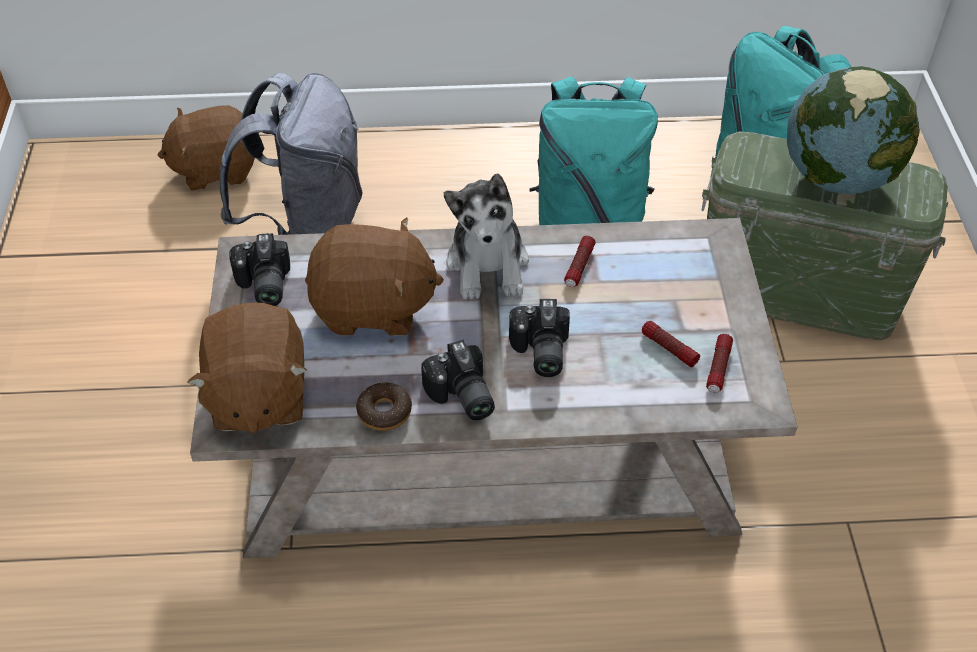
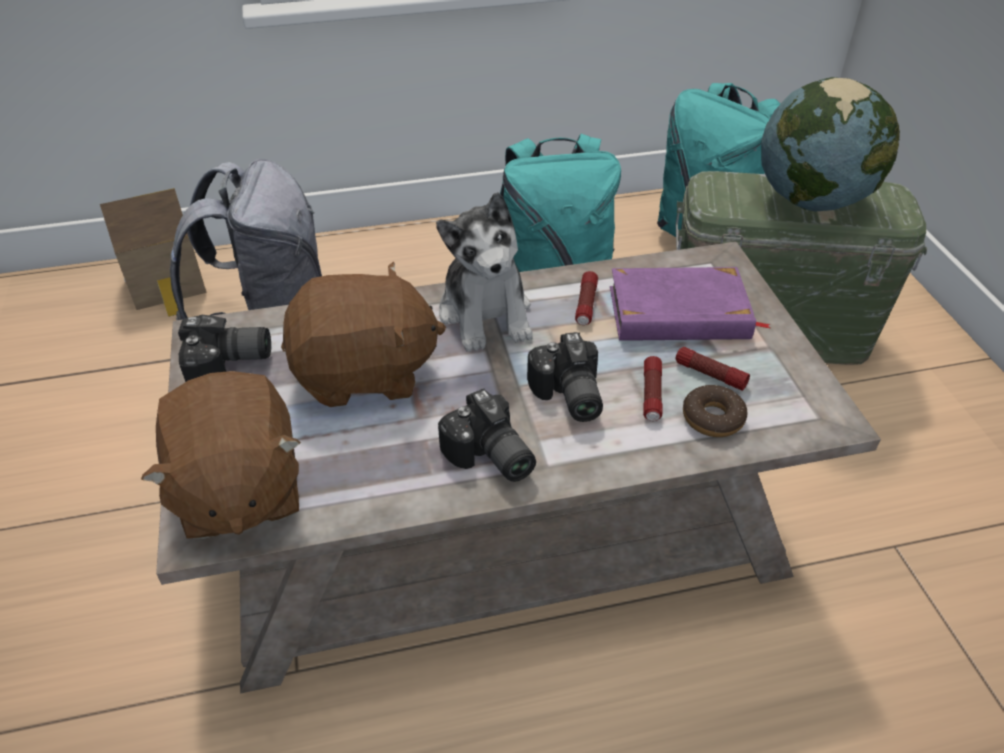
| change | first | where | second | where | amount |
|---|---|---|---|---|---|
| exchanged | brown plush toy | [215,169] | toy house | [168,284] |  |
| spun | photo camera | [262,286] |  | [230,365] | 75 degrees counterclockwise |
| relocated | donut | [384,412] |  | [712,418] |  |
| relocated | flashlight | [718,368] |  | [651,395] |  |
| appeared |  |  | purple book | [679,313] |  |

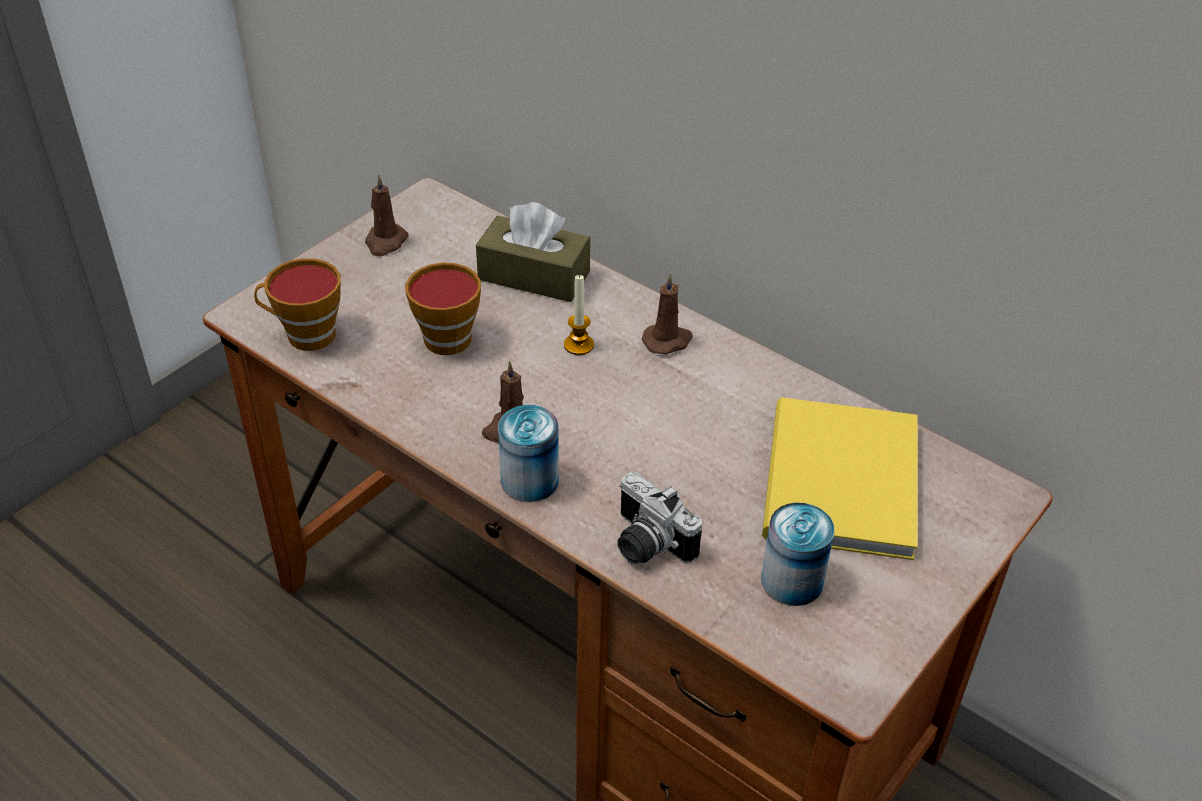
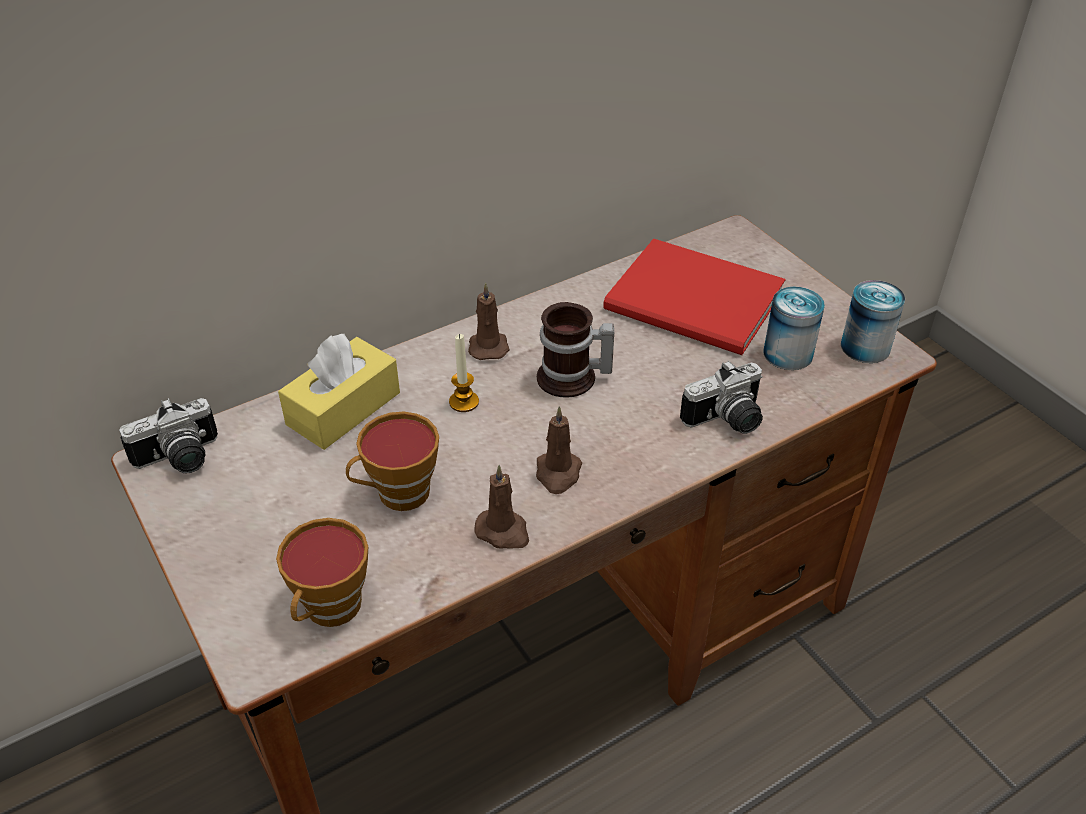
| change | first | where | second | where | amount |
|---|---|---|---|---|---|
| relocated | brown candle | [385,242] |  | [503,531] |  |
| colour | brown tissue box | [534,275] | yellow tissue box | [343,408] |  |
| relocated | can | [529,480] |  | [865,347] |  |
| colour | yellow book | [835,484] | red book | [697,304] |  |
| appeared |  |  | photo camera | [180,460] |  |
| appeared |  |  | mug | [572,380] |  |

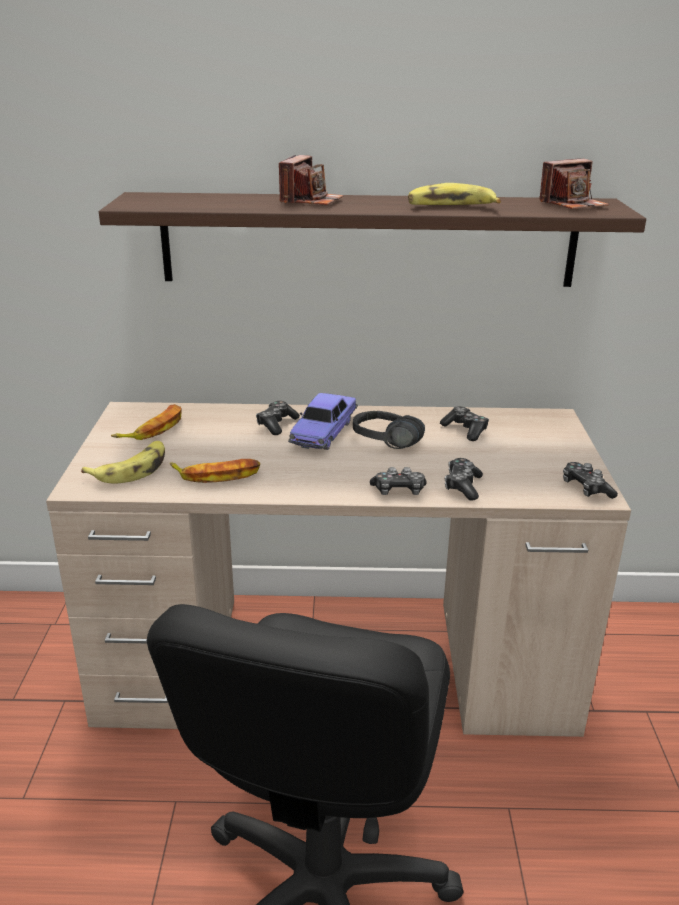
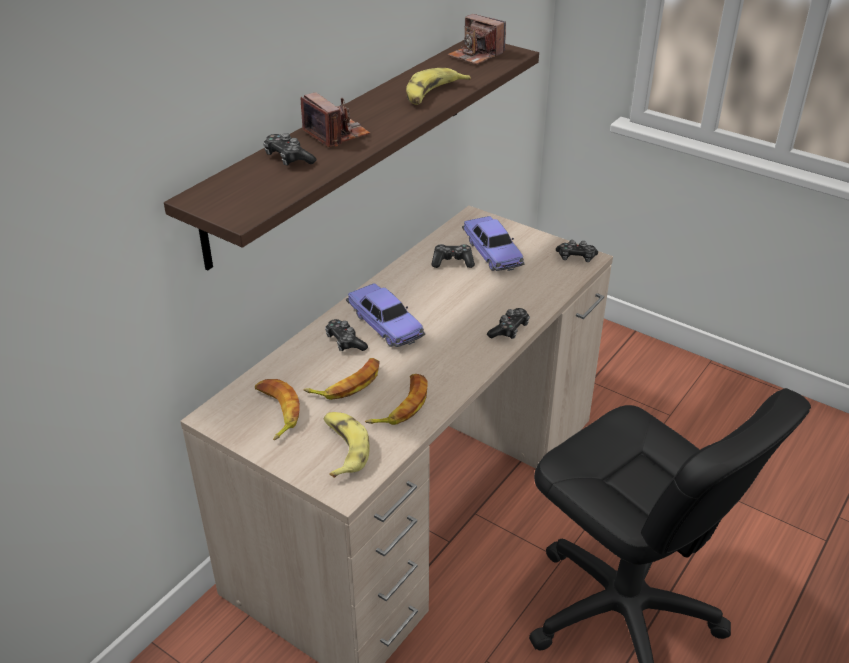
| change | first | where | second | where | amount |
|---|---|---|---|---|---|
| missing | black headphones | [382,445] |  |  |  |
| relocated | game controller | [462,486] |  | [288,158] |  |
| spun | photo camera | [573,204] |  | [476,55] | 120 degrees clockwise |
| appeared |  |  | banana | [347,383] |  |
| appeared |  |  | toy car | [492,252] |  |

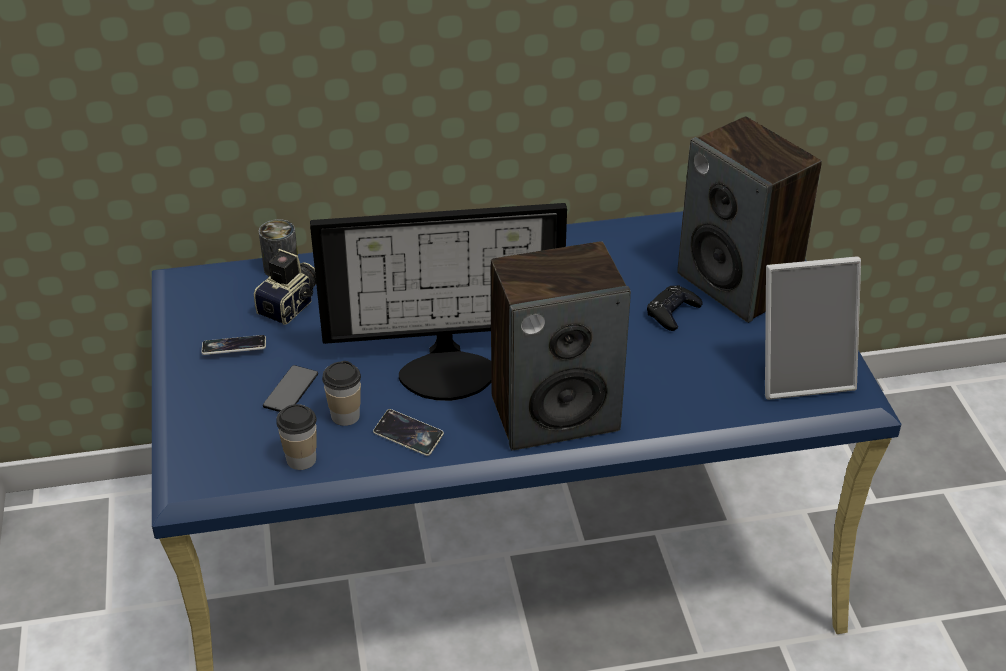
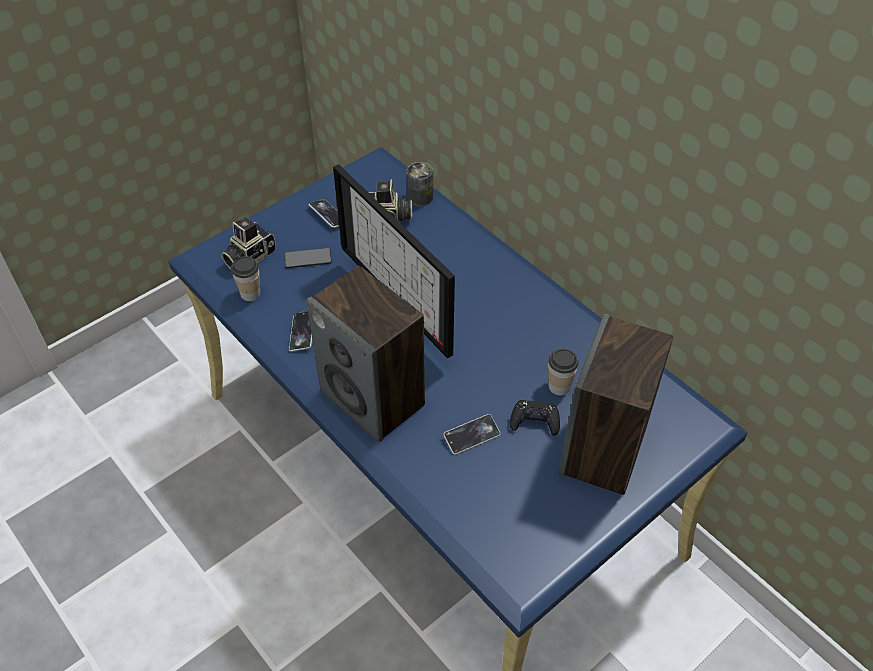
| change | first | where | second | where | amount |
|---|---|---|---|---|---|
| relocated | cup | [345,416] |  | [559,386] |  |
| missing | picture frame | [802,373] |  |  |  |
| appeared |  |  | photo camera | [248,256] |  |
| appeared |  |  | phone | [471,436] |  |

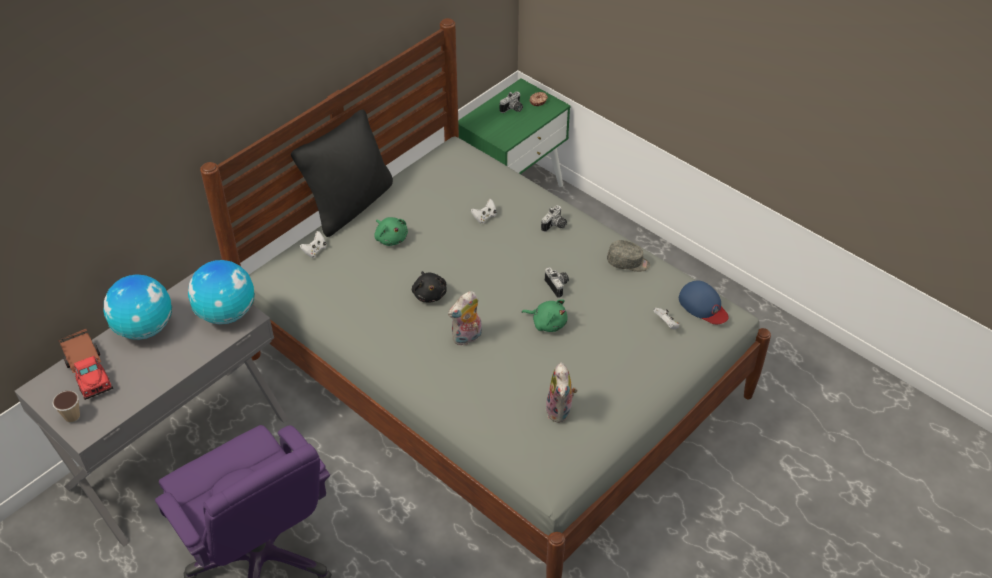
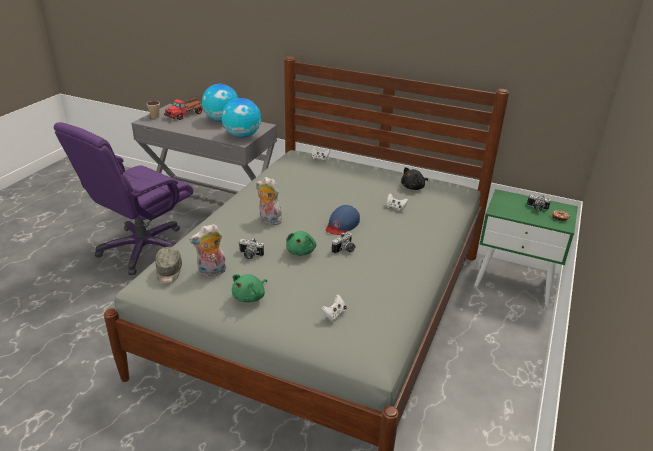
| change | first | where | second | where | amount |
|---|---|---|---|---|---|
| missing | black pillow | [349,204] |  |  |  |
| relocated | green plush toy | [391,238] |  | [250,297] |  |
| relocated | black plush toy | [429,294] |  | [413,187] |  |
| relocated | photo camera | [555,226] |  | [249,255] |  |
| relocated | grey cap | [628,263] |  | [169,272] |  |
| relocated | blue cap | [703,306] |  | [342,224] |  |

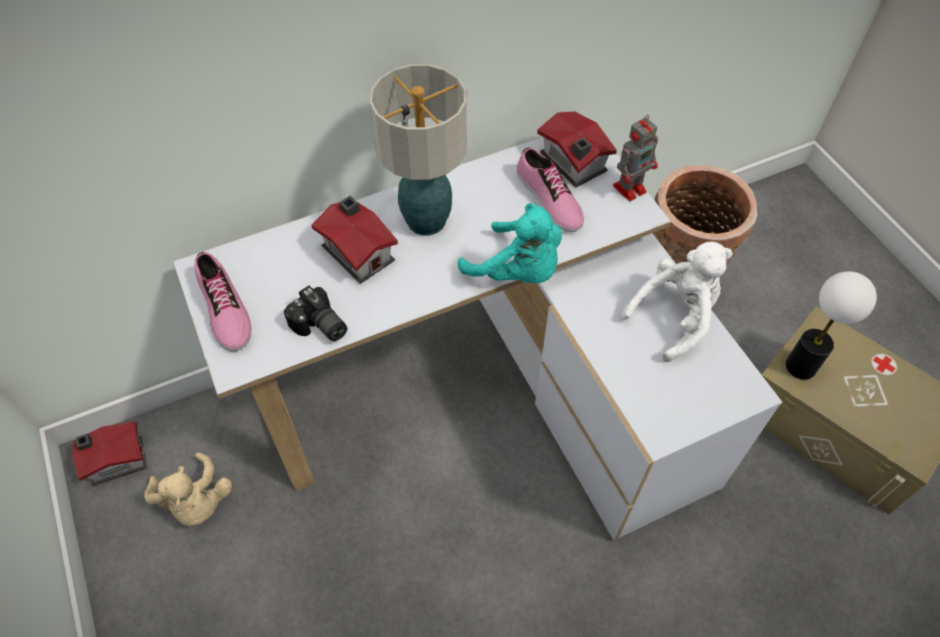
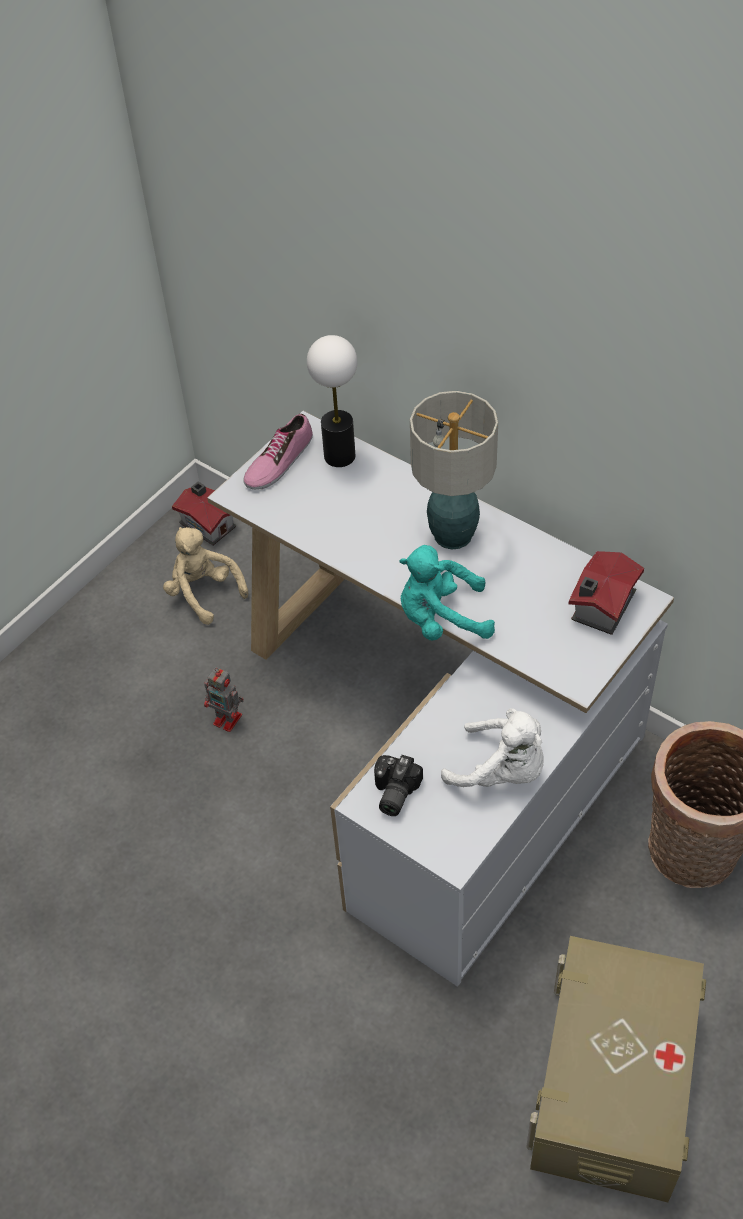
| change | first | where | second | where | amount |
|---|---|---|---|---|---|
| spun | beige plush toy | [196,502] |  | [203,593] | 105 degrees clockwise |
| relocated | photo camera | [319,327] |  | [392,793] |  |
| missing | toy house | [358,252] |  |  |  |
| spun | turquoise plush toy | [517,272] |  | [441,619] | 75 degrees clockwise |
| missing | shoe | [548,199] |  |  |  |
| relocated | toy robot | [630,188] |  | [229,720] |  |
| relocated | table lamp | [801,367] |  | [339,456] |  |

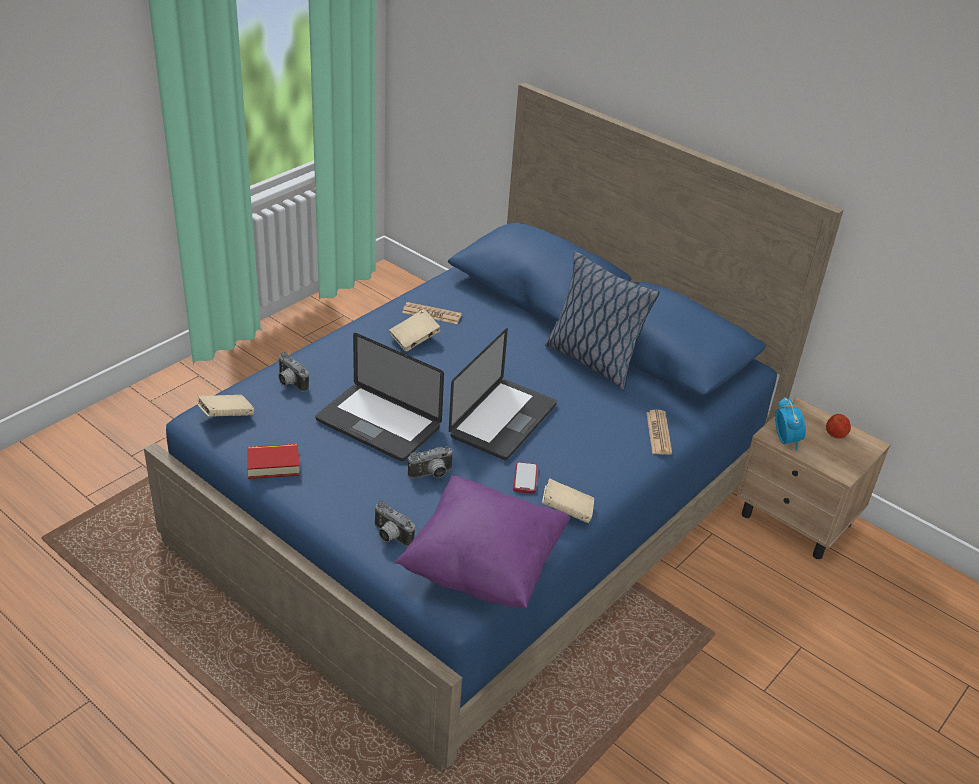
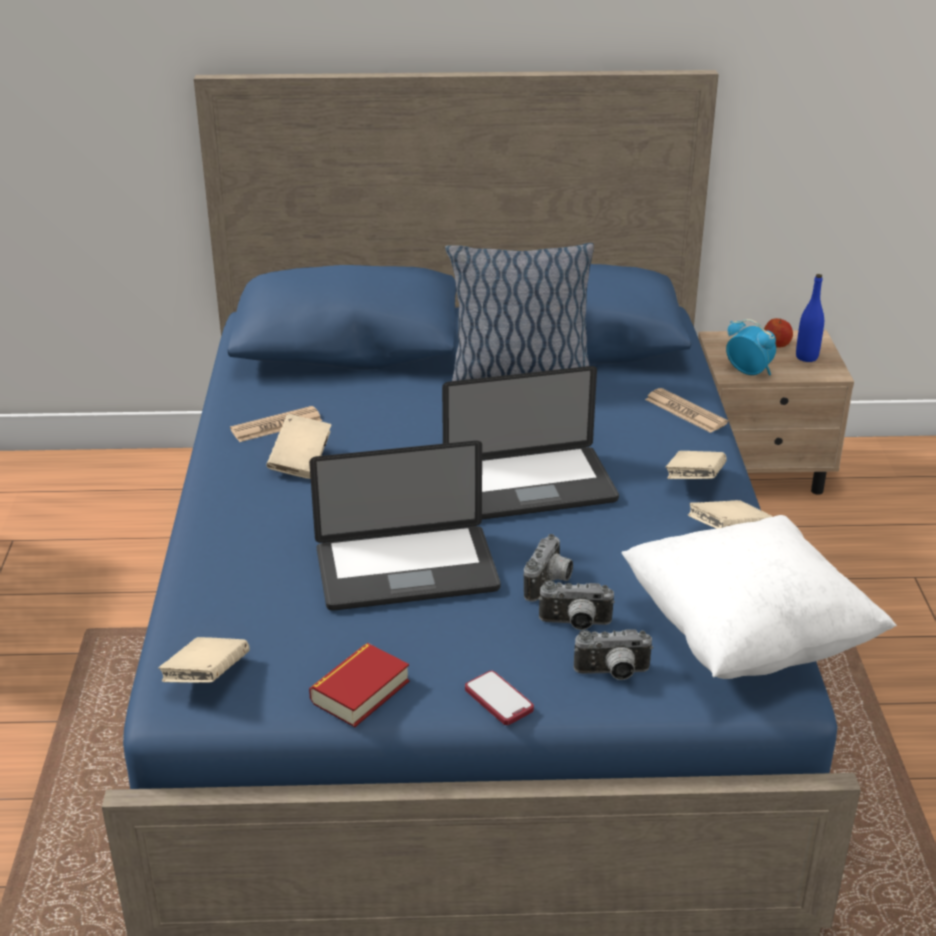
| change | first | where | second | where | amount |
|---|---|---|---|---|---|
| relocated | photo camera | [289,383] |  | [575,624] |  |
| colour | purple pillow | [483,567] | white pillow | [746,636] |  |
| spun | laptop | [503,420] |  | [529,486] | 90 degrees clockwise |
| relocated | phone | [525,479] |  | [499,699] |  |
| appeared |  |  | beige book | [694,481] |  |
| appeared |  |  | blue bottle | [806,357] |  |

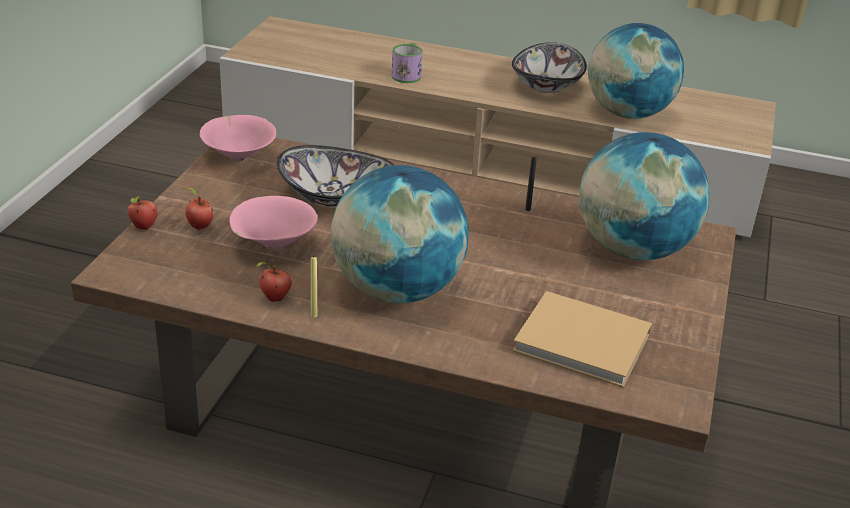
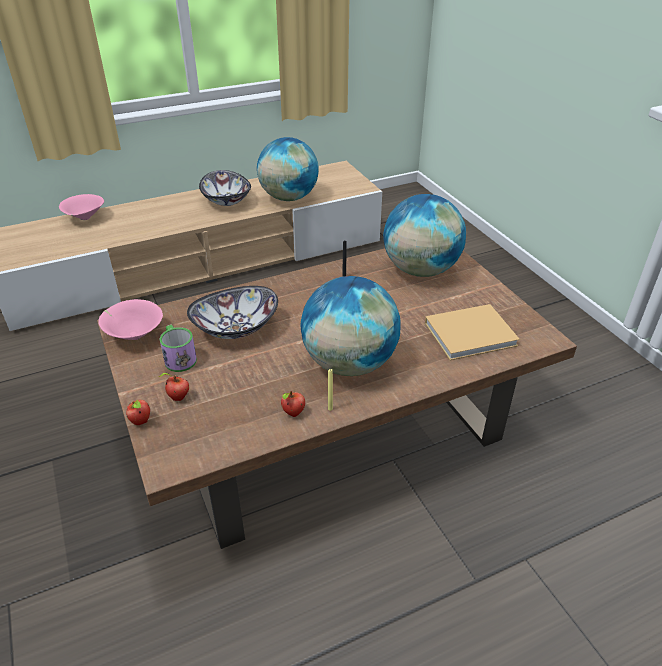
| change | first | where | second | where | amount |
|---|---|---|---|---|---|
| relocated | pink bowl | [272,245] |  | [84,218] |  |
| relocated | mug | [407,74] |  | [178,357] |  |

